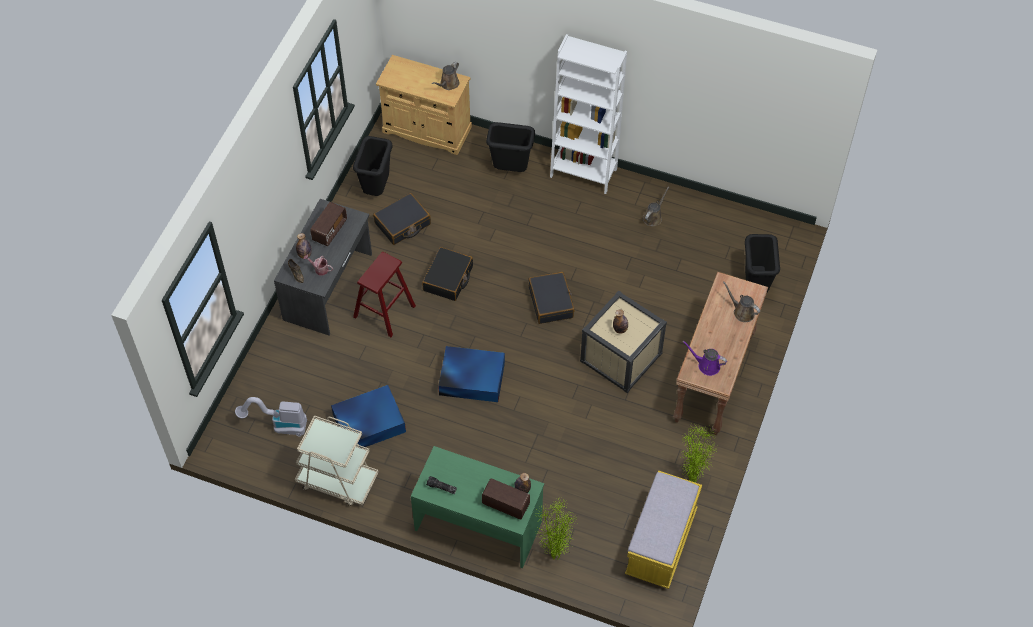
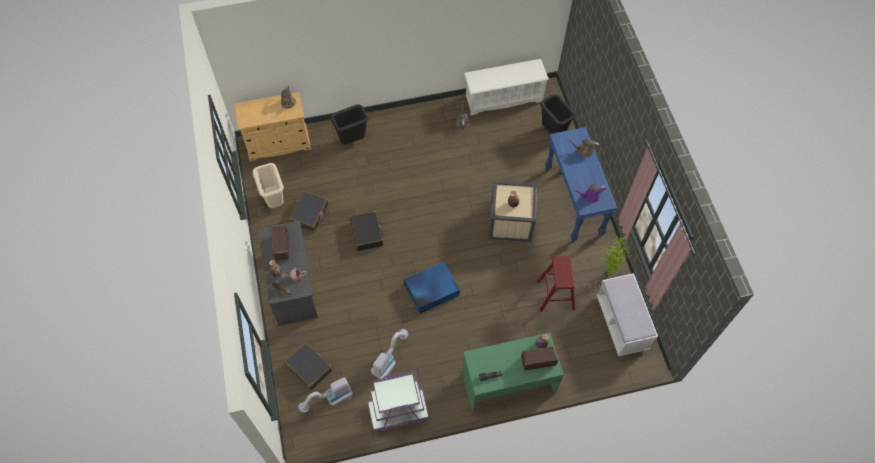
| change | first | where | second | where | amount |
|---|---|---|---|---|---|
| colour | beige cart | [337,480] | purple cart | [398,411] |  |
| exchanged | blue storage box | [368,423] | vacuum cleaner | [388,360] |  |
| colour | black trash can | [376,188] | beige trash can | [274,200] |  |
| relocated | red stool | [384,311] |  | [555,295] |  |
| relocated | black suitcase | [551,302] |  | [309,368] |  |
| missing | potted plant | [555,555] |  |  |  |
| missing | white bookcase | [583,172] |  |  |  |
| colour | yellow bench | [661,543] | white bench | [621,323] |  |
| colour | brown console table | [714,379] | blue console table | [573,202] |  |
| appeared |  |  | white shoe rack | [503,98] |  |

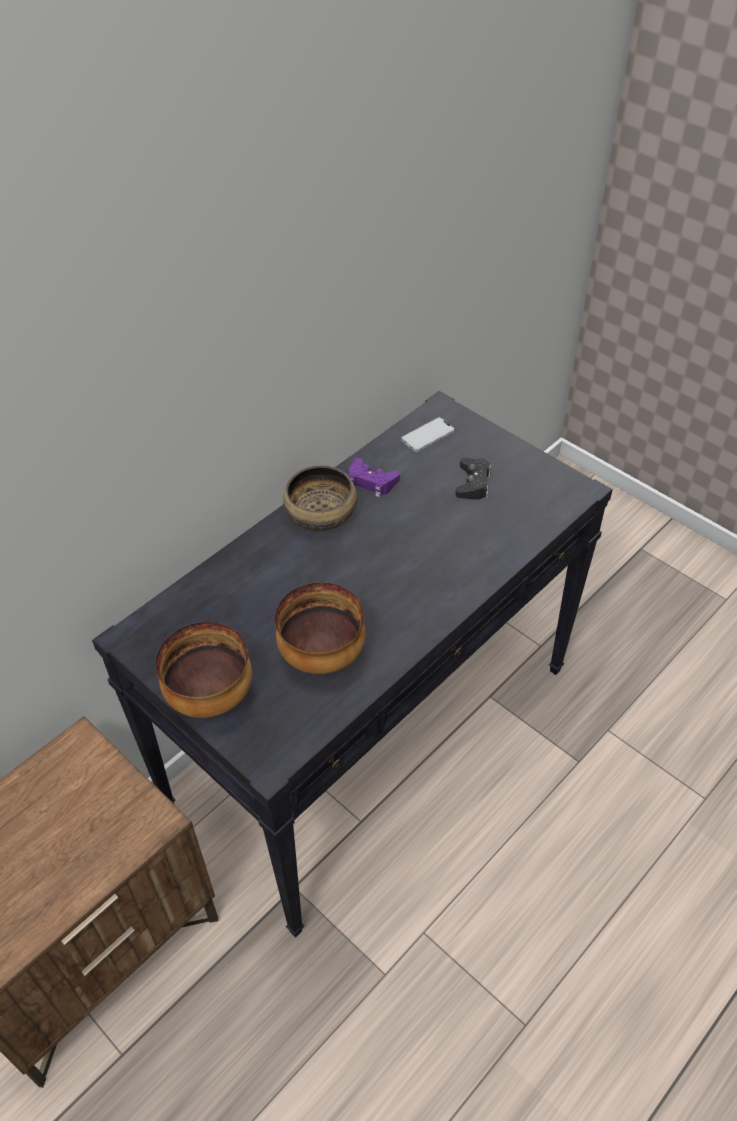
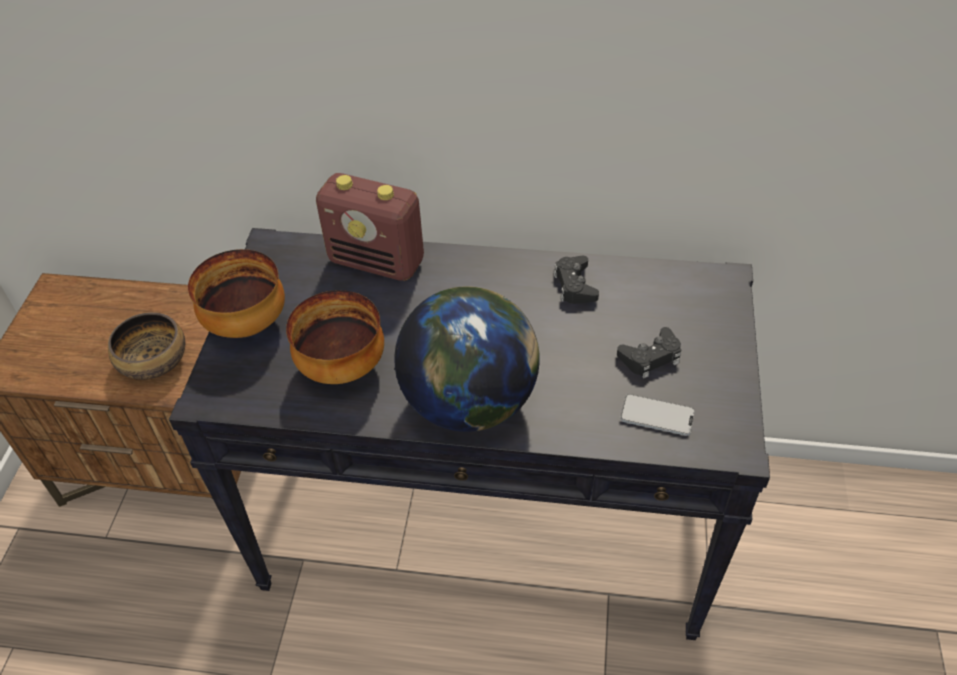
| change | first | where | second | where | amount |
|---|---|---|---|---|---|
| relocated | bowl | [322,515] |  | [153,362] |  |
| colour | purple game controller | [371,482] | black game controller | [575,285] |  |
| relocated | phone | [427,435] |  | [657,416] |  |
| appeared |  |  | radio | [377,262] |  |
| appeared |  |  | globe | [470,402] |  |

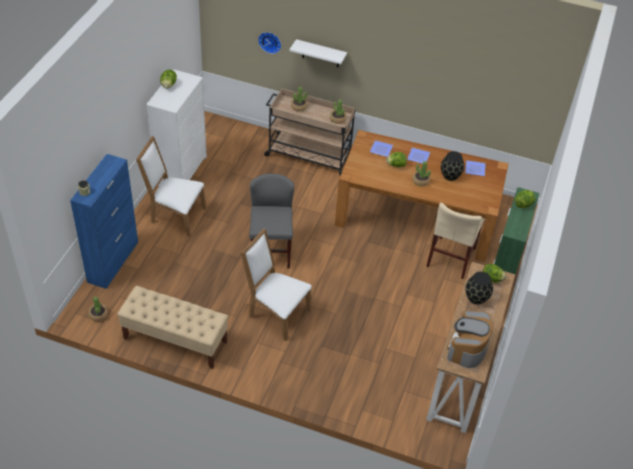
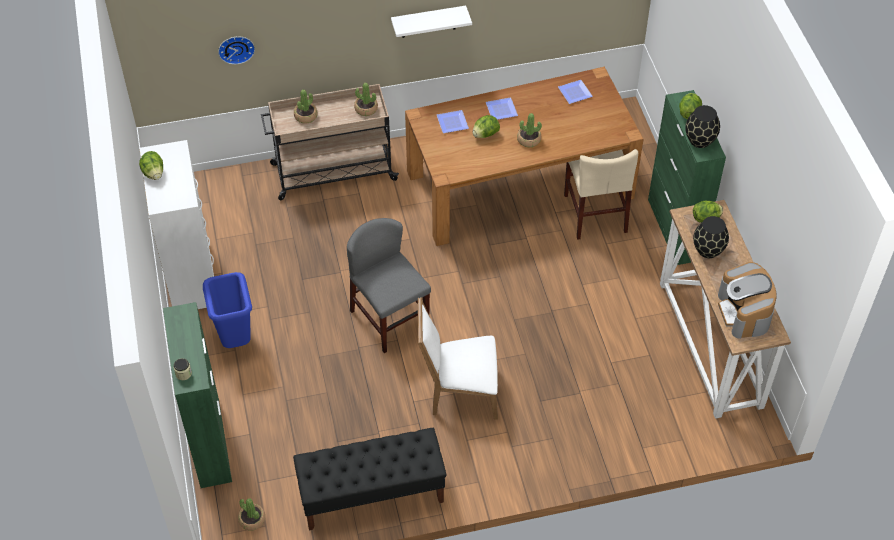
| change | first | where | second | where | amount |
|---|---|---|---|---|---|
| colour | blue cabinet | [113,261] | green cabinet | [210,442] |  |
| colour | beige bench | [175,340] | black bench | [371,494] |  |
| exchanged | white chair | [175,216] | blue trash can | [235,340] |  |
| relocated | white shelf | [320,54] |  | [428,22] |  |
| relocated | black vase | [450,176] |  | [700,140] |  |

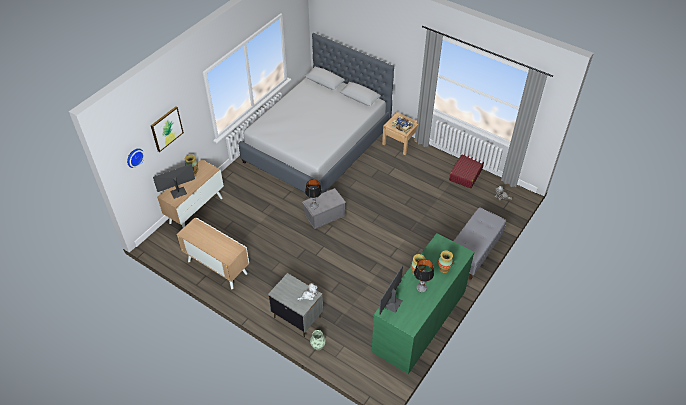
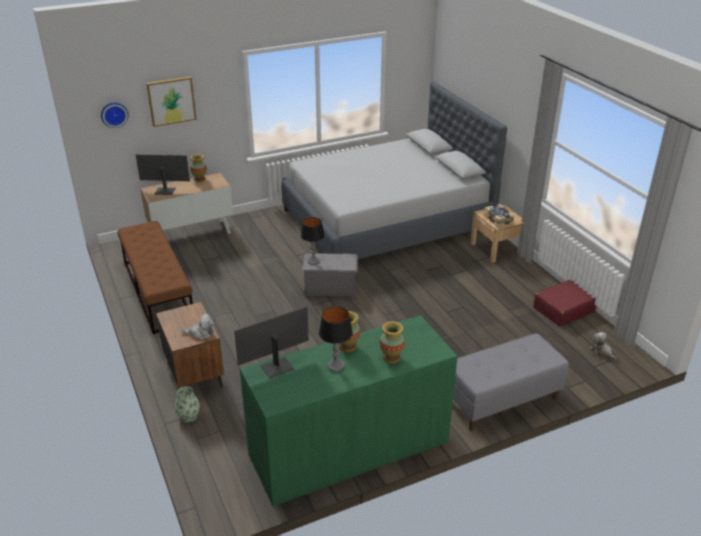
| change | first | where | second | where | amount |
|---|---|---|---|---|---|
| exchanged | cabinet | [217,267] | brown bench | [158,291] |  |
| colour | grey nightstand | [297,317] | brown nightstand | [195,375] |  |

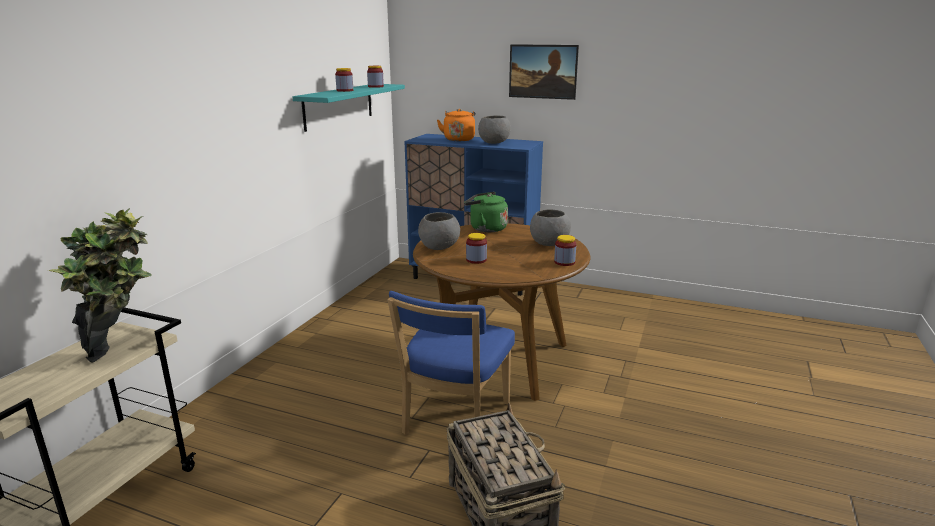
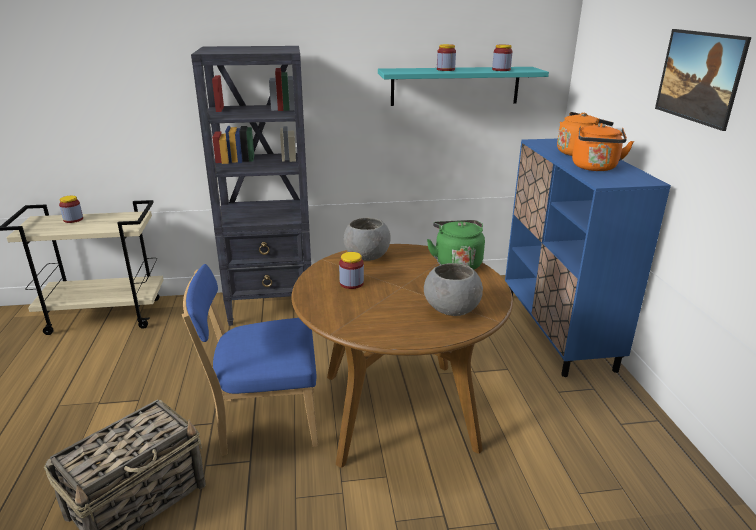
| change | first | where | second | where | amount |
|---|---|---|---|---|---|
| missing | potted plant | [122,348] |  |  |  |
| exchanged | grey bowl | [494,143] | orange kettle | [595,168] |  |
| relocated | jar | [564,262] |  | [73,219] |  |
| appeared |  |  | black bookcase | [273,306] |  |

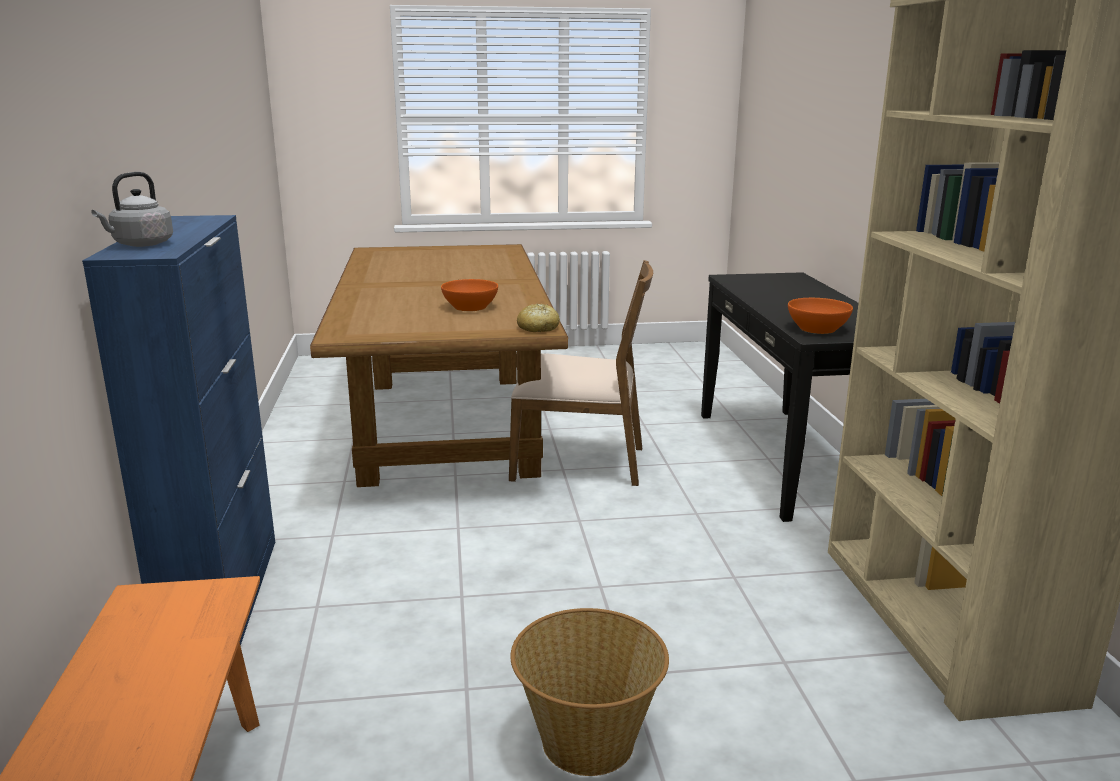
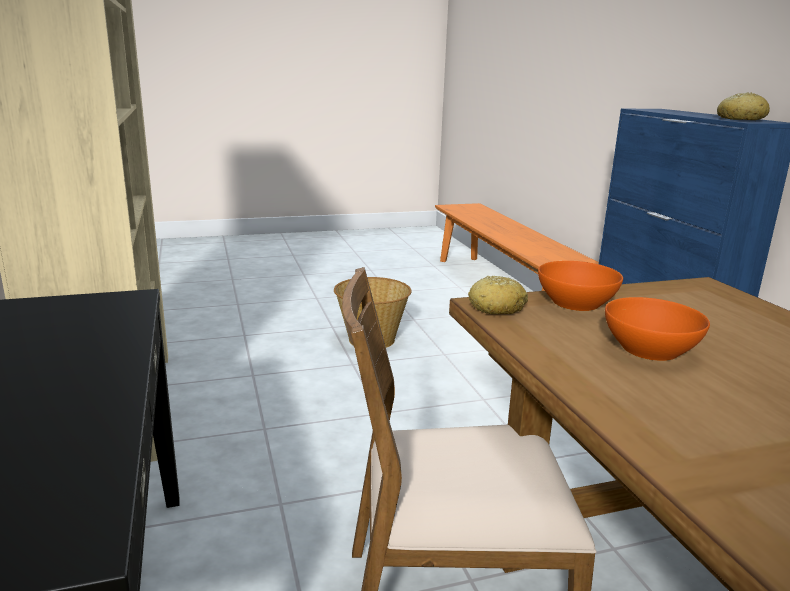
| change | first | where | second | where | amount |
|---|---|---|---|---|---|
| missing | grey kettle | [140,244] |  |  |  |
| relocated | orange bowl | [817,329] |  | [576,303] |  |
| appeared |  |  | bread | [740,119] |  |

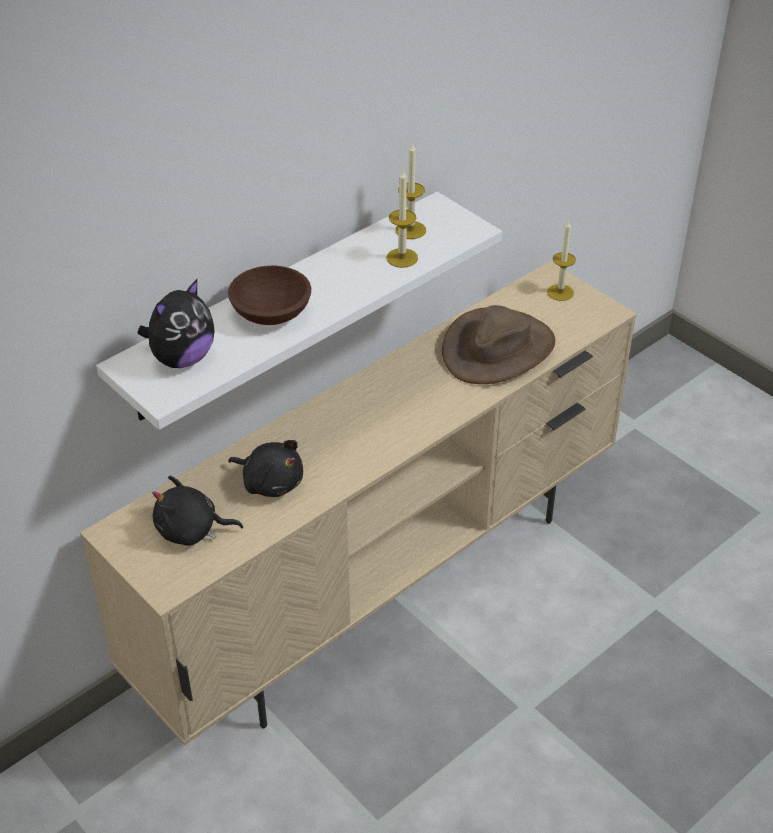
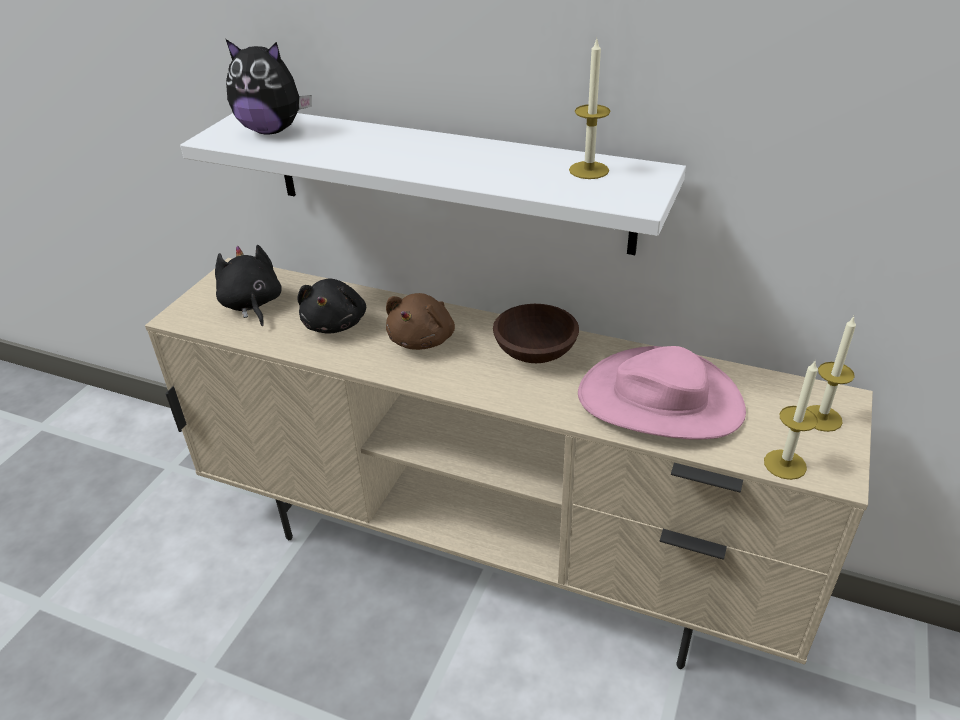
| change | first | where | second | where | amount |
|---|---|---|---|---|---|
| relocated | brown bowl | [272,314] |  | [534,352] |  |
| relocated | candle | [402,258] |  | [785,464] |  |
| colour | brown hat | [498,349] | pink hat | [660,400] |  |
| appeared |  |  | brown plush toy | [423,339] |  |

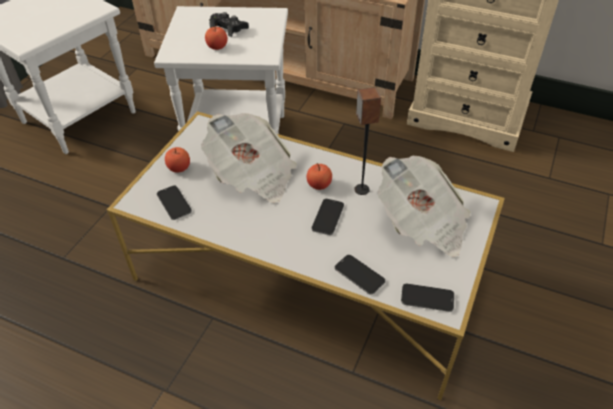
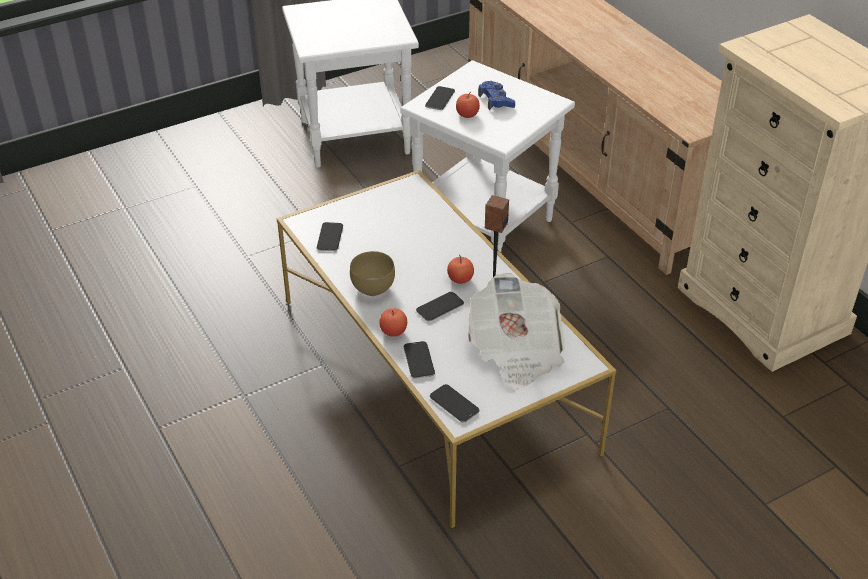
| change | first | where | second | where | amount |
|---|---|---|---|---|---|
| relocated | apple | [179,168] |  | [393,331] |  |
| missing | newspaper | [252,175] |  |  |  |
| colour | black game controller | [228,28] | blue game controller | [496,100] |  |
| appeared |  |  | brown bowl | [374,288] |  |
| appeared |  |  | phone | [440,98] |  |

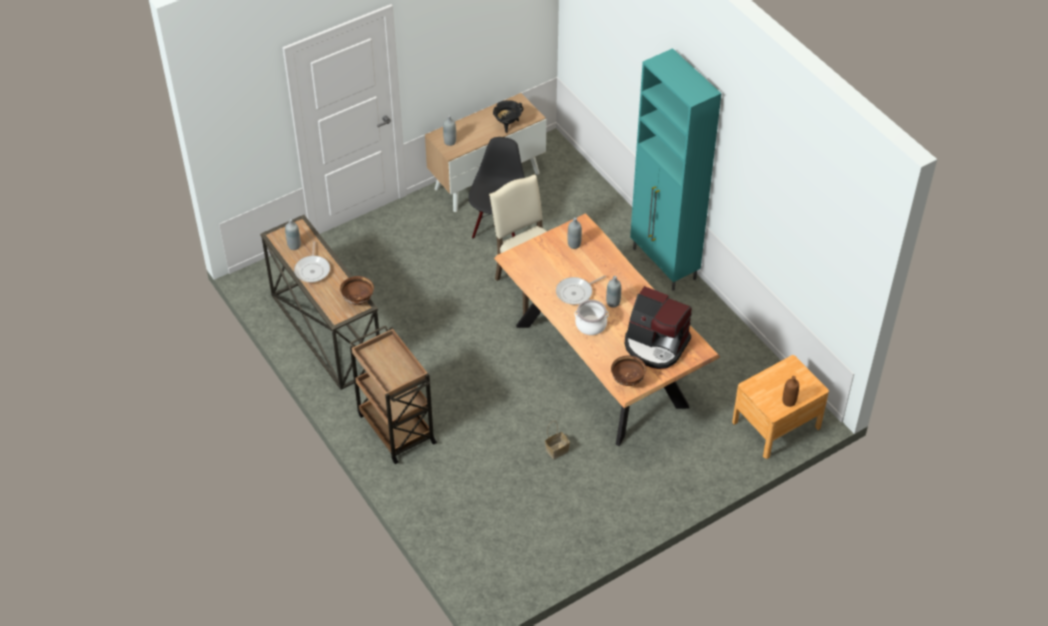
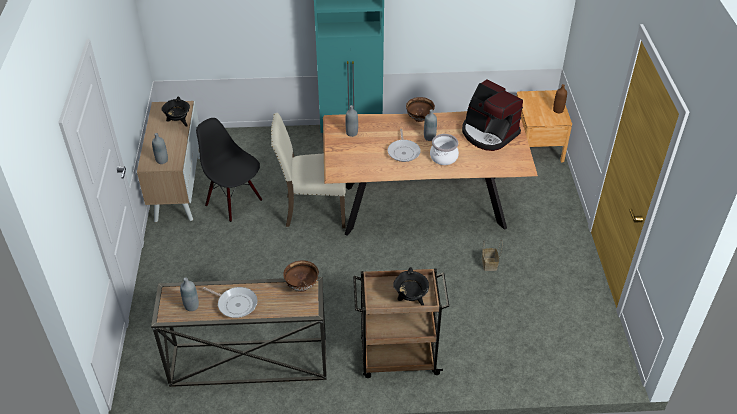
| change | first | where | second | where | amount |
|---|---|---|---|---|---|
| relocated | brown bowl | [627,381] |  | [420,119] |  |
| spun | coffee machine | [655,345] |  | [488,133] | 75 degrees clockwise |
| appeared |  |  | black cooking pot | [410,299] |  |

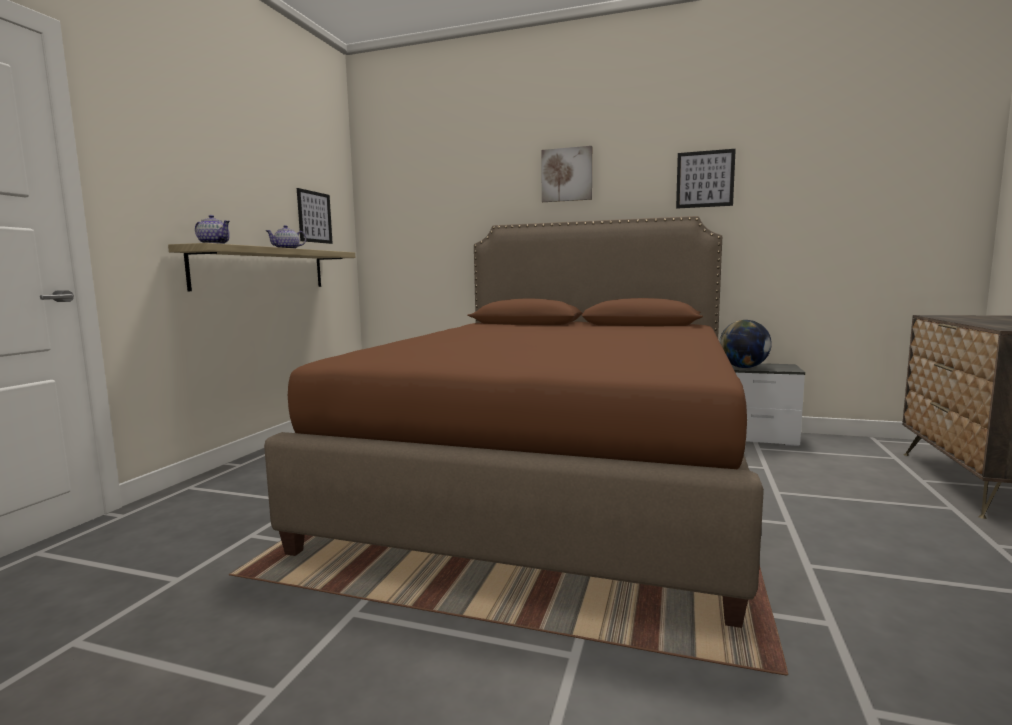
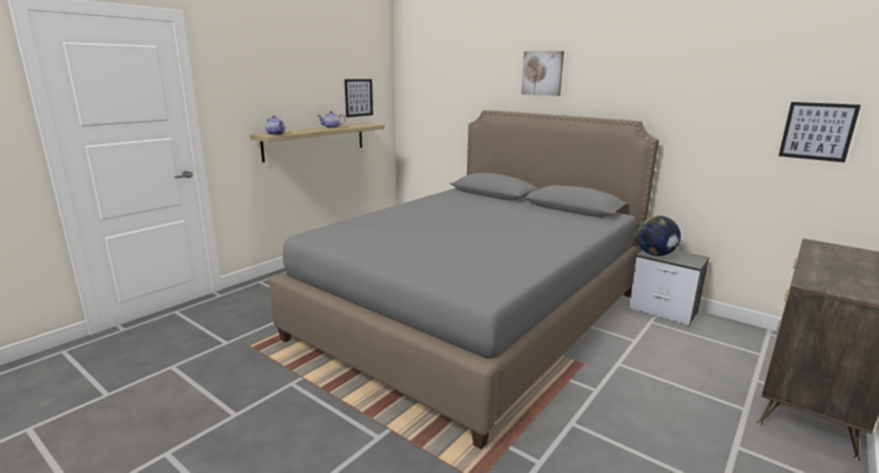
| change | first | where | second | where | amount |
|---|---|---|---|---|---|
| colour | brown bed | [555,475] | grey bed | [473,315] |  |
| relocated | picture | [705,179] |  | [817,131] |  |

